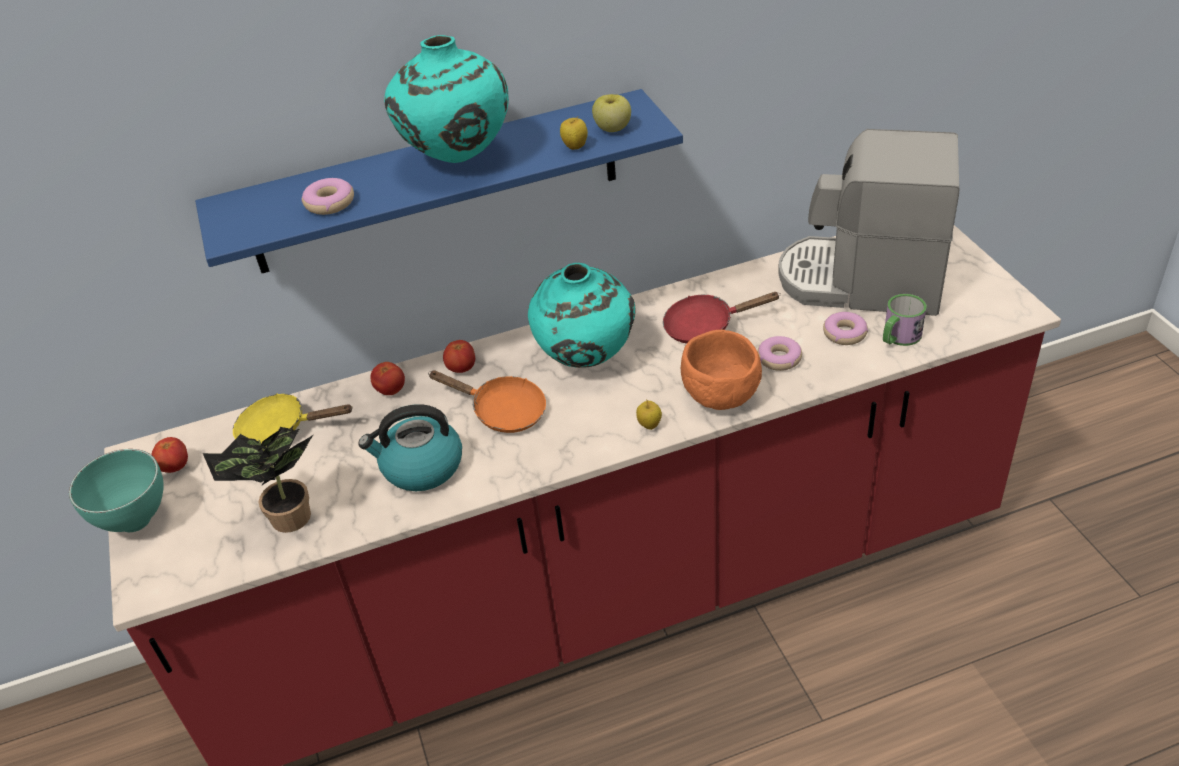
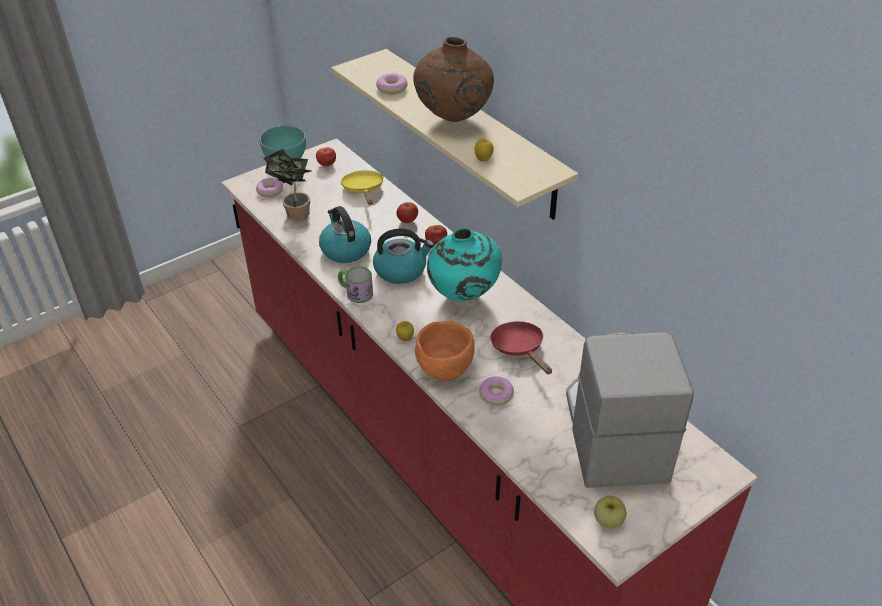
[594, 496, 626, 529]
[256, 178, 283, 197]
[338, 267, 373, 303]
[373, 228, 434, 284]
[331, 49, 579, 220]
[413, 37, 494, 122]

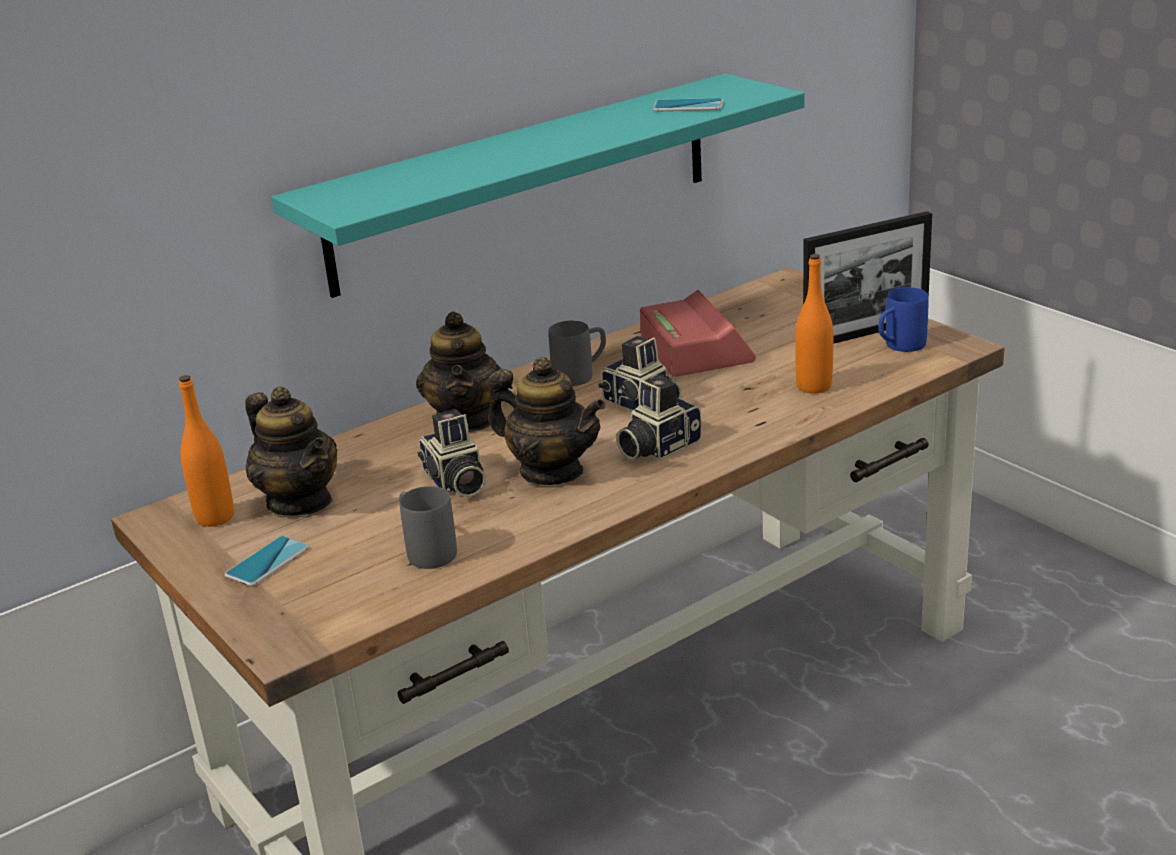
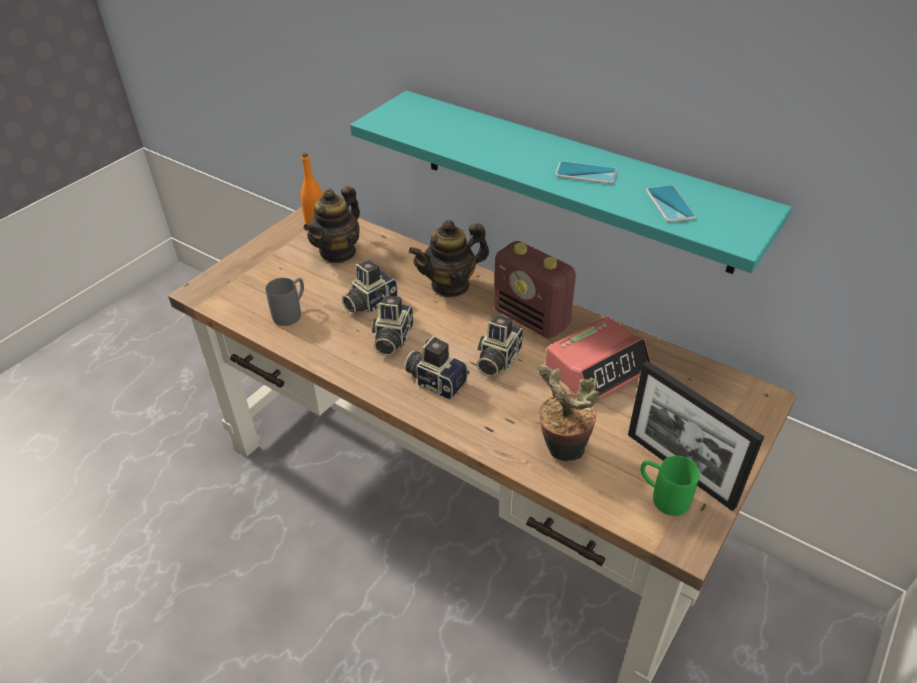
[555, 161, 617, 184]
[372, 295, 413, 356]
[494, 241, 576, 339]
[538, 364, 600, 461]
[640, 456, 700, 516]

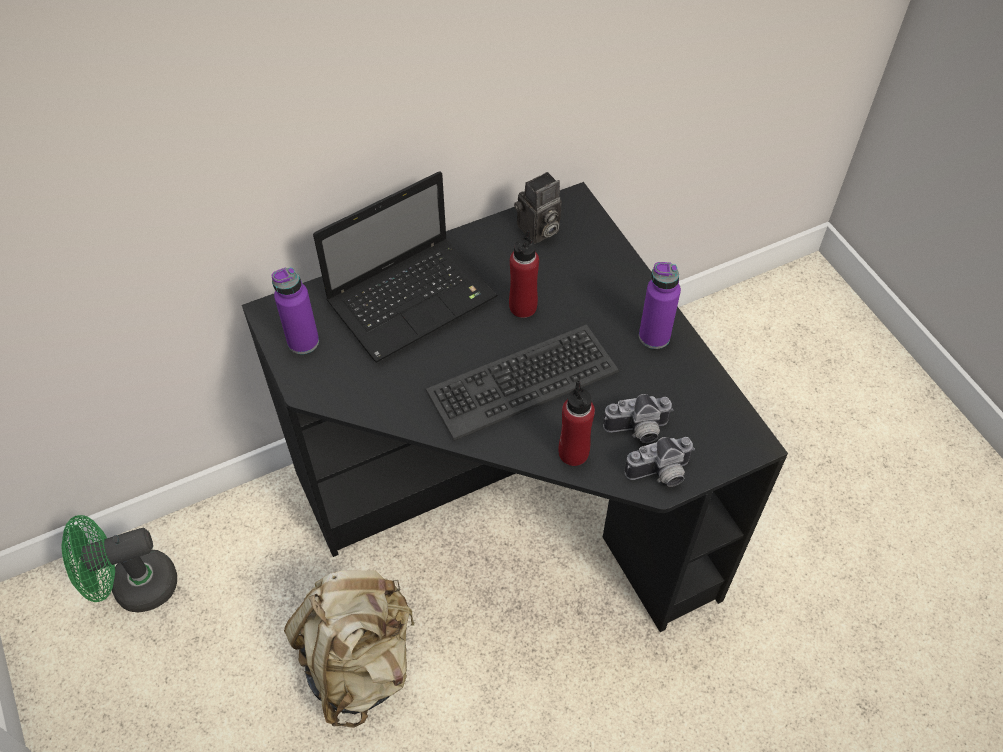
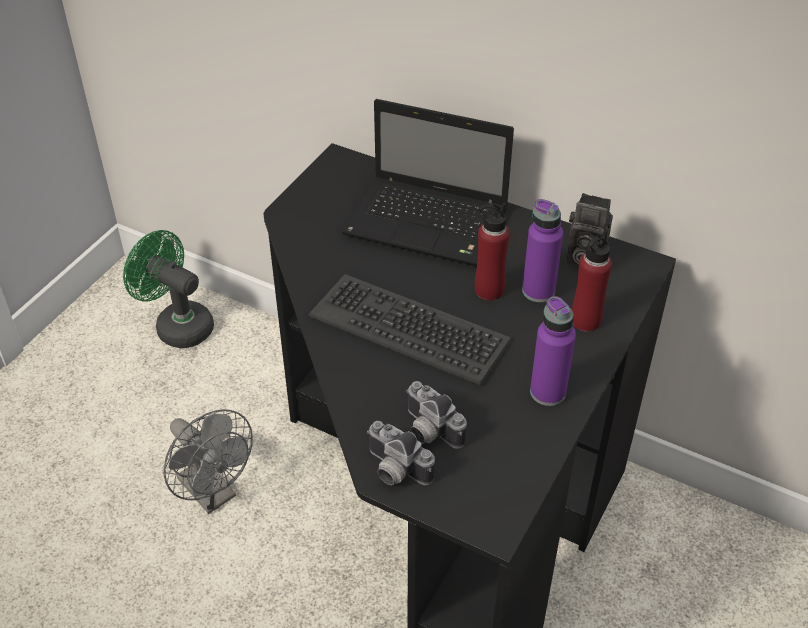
[522, 199, 563, 302]
[572, 230, 612, 332]
[164, 409, 253, 514]

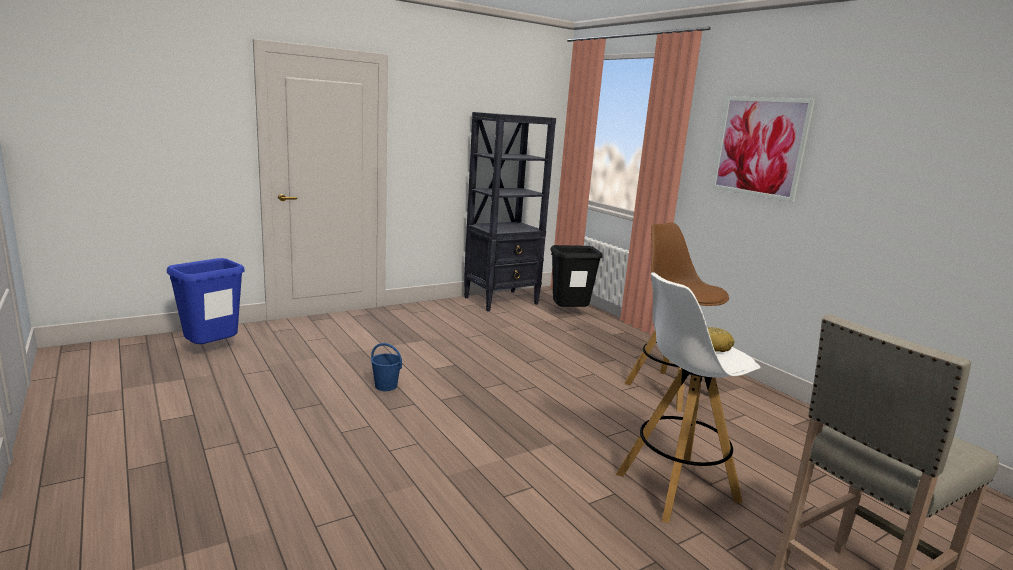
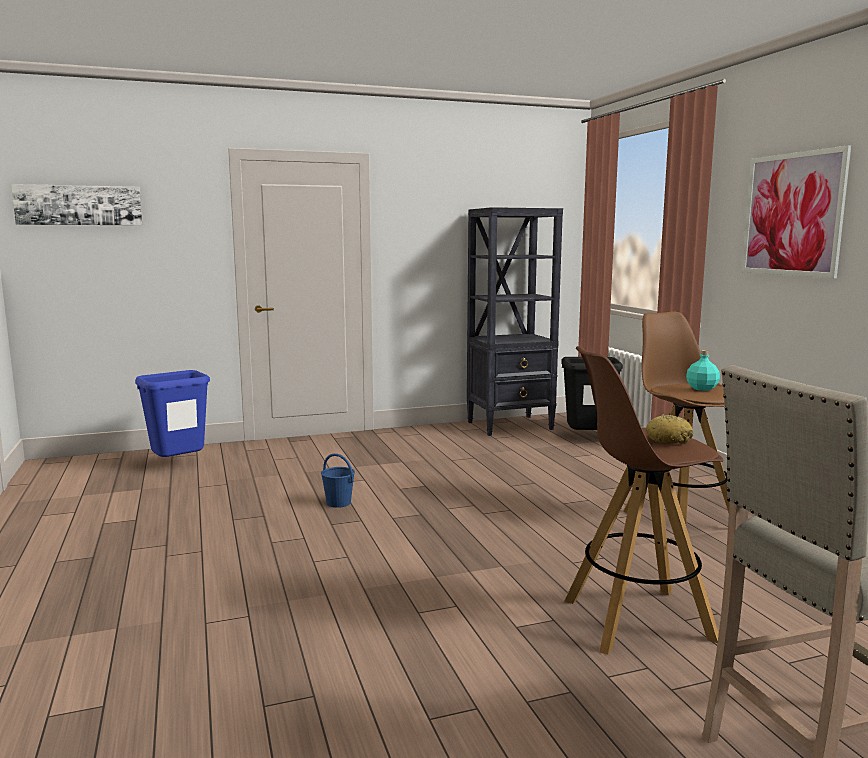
[11, 184, 142, 225]
[686, 350, 720, 391]
[564, 346, 723, 655]

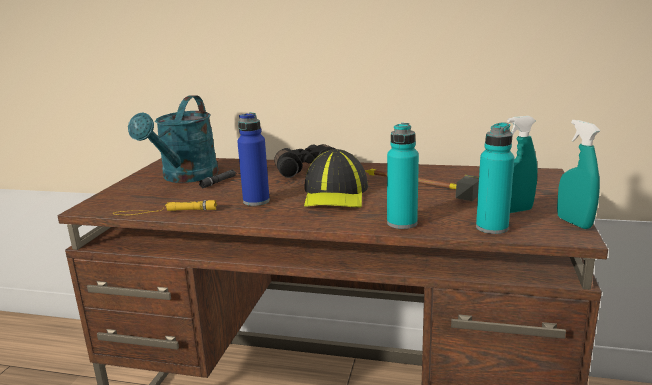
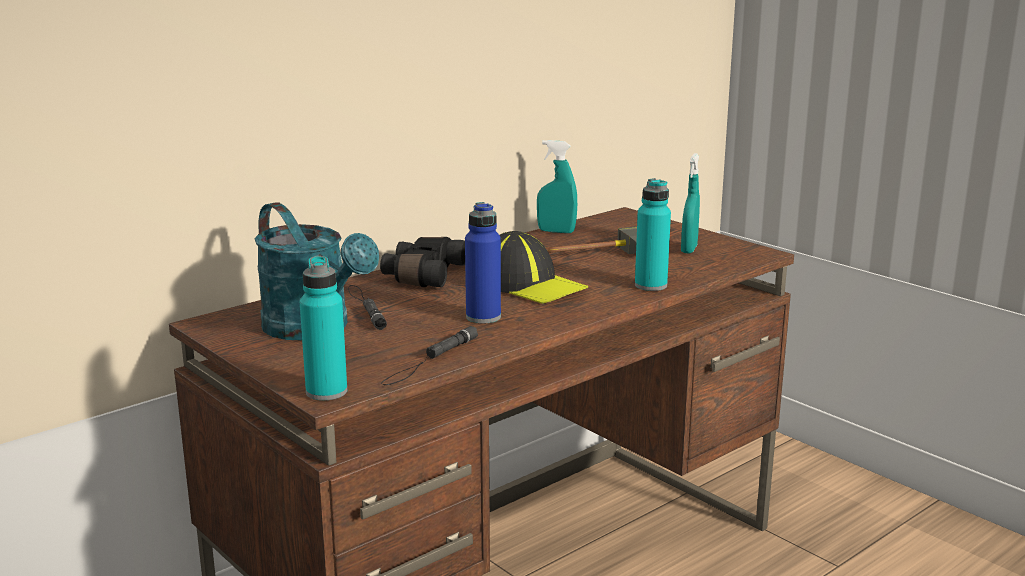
[300, 256, 347, 401]
[537, 140, 577, 233]
[381, 326, 478, 385]

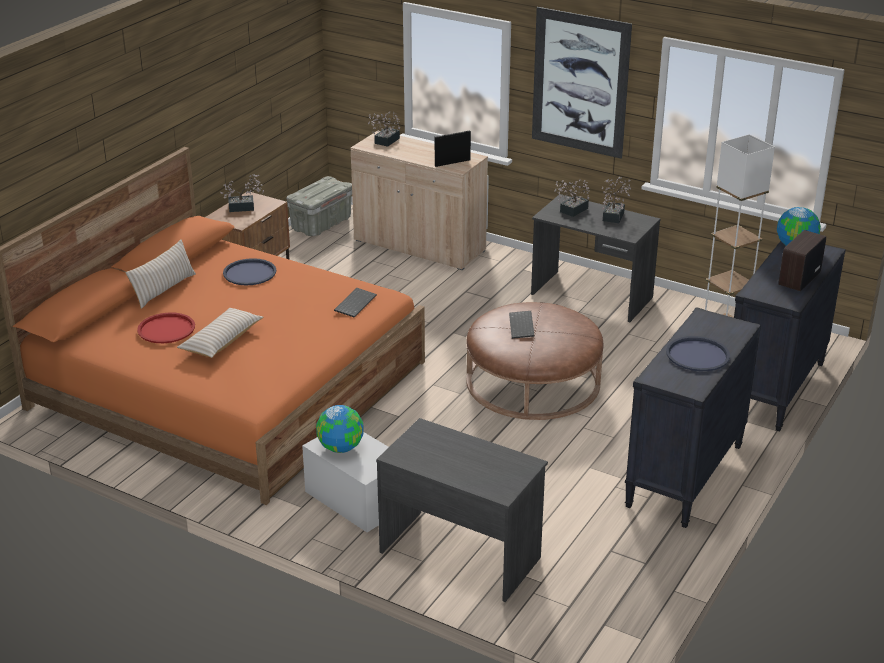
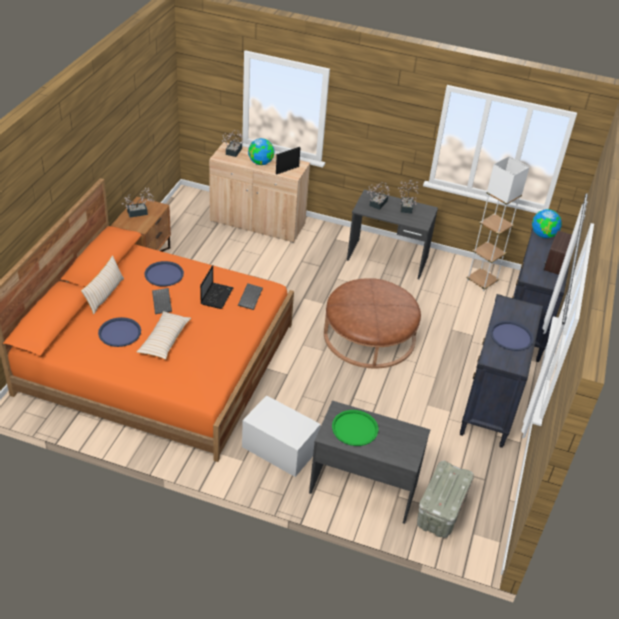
[532, 7, 632, 159] (first image)
[200, 265, 234, 309]
[332, 410, 378, 446]
[417, 461, 474, 538]
[248, 138, 274, 165]
[152, 288, 172, 314]
[98, 317, 141, 347]

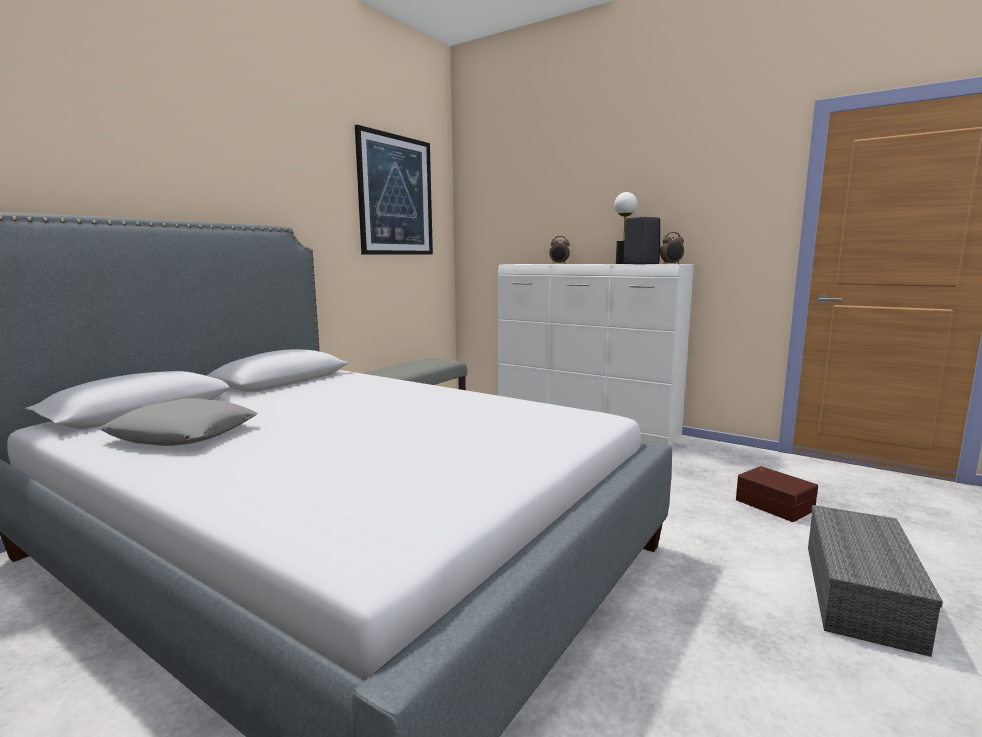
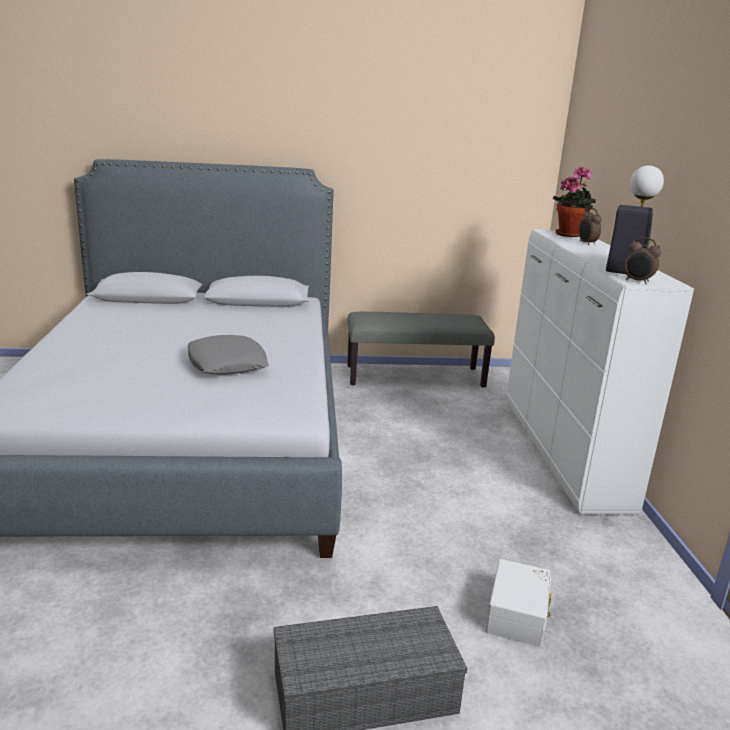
[355, 125, 433, 255] (first image)
[553, 167, 596, 237]
[188, 335, 268, 375]
[485, 559, 551, 647]

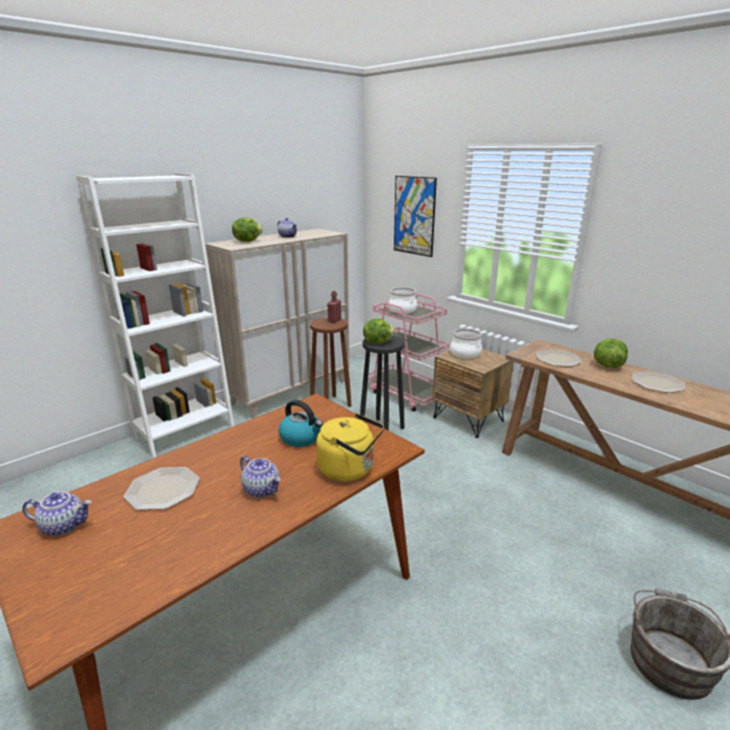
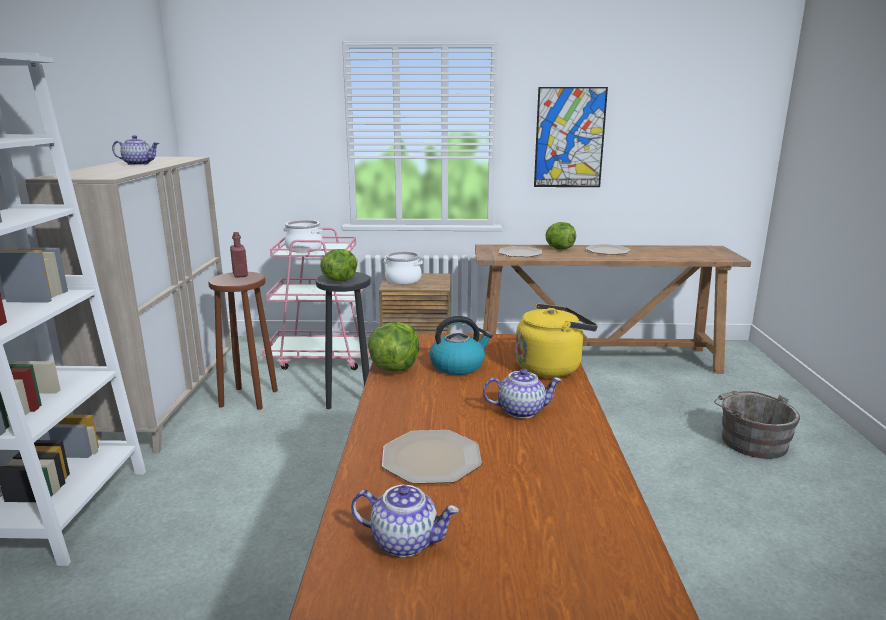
[368, 322, 419, 372]
[534, 87, 608, 187]
[351, 485, 459, 557]

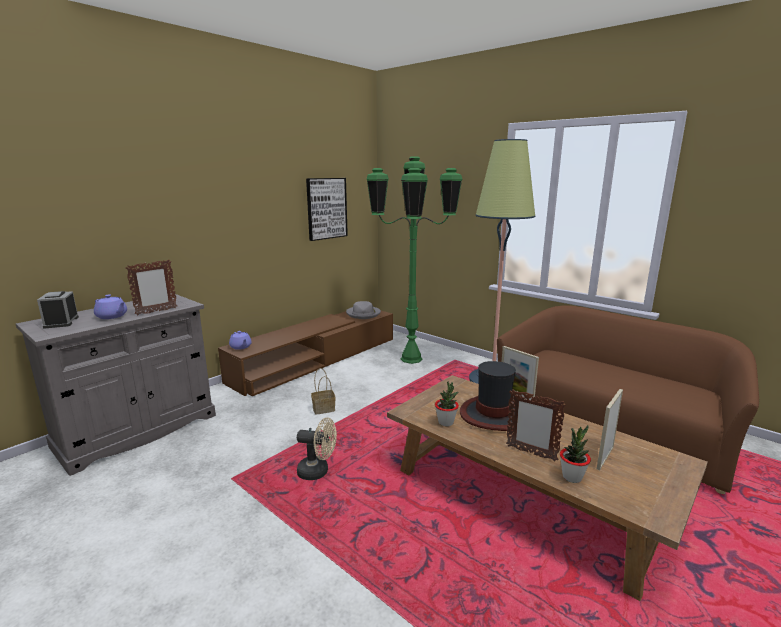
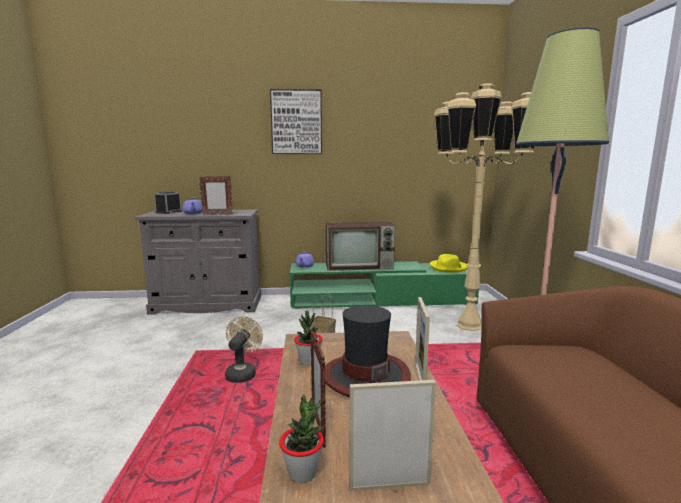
[326, 222, 395, 271]
[270, 89, 322, 154]
[290, 261, 479, 308]
[430, 254, 468, 273]
[434, 83, 535, 331]
[225, 316, 263, 383]

